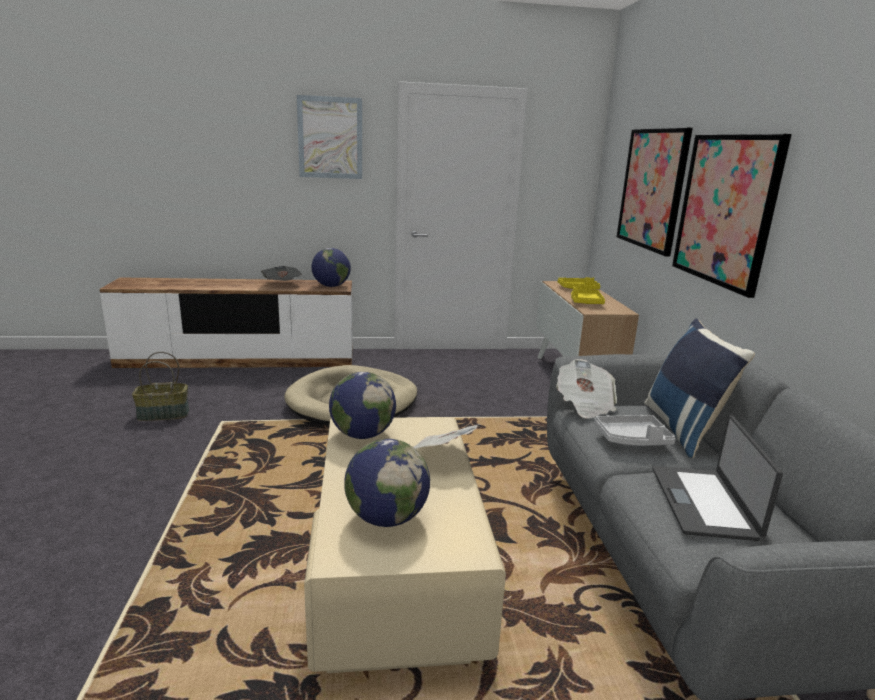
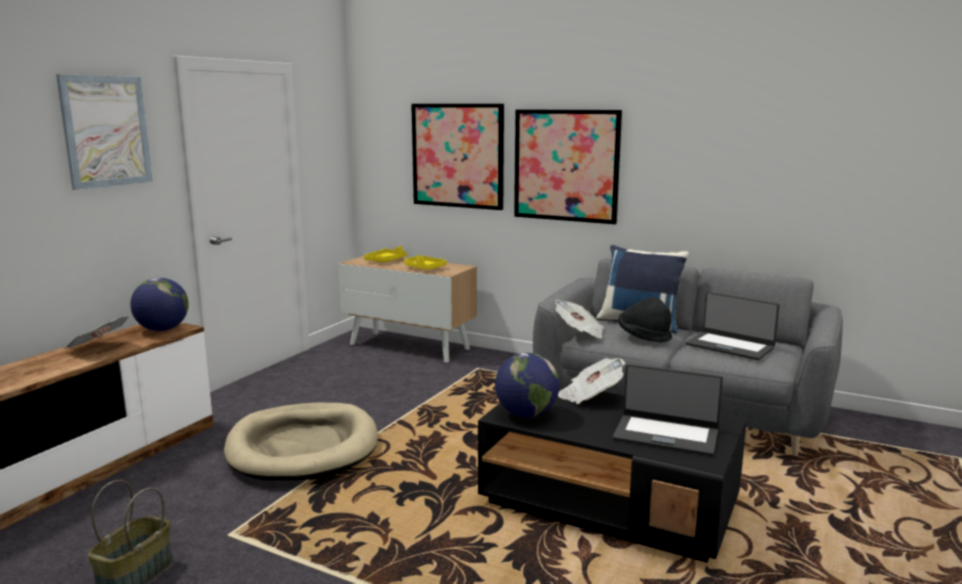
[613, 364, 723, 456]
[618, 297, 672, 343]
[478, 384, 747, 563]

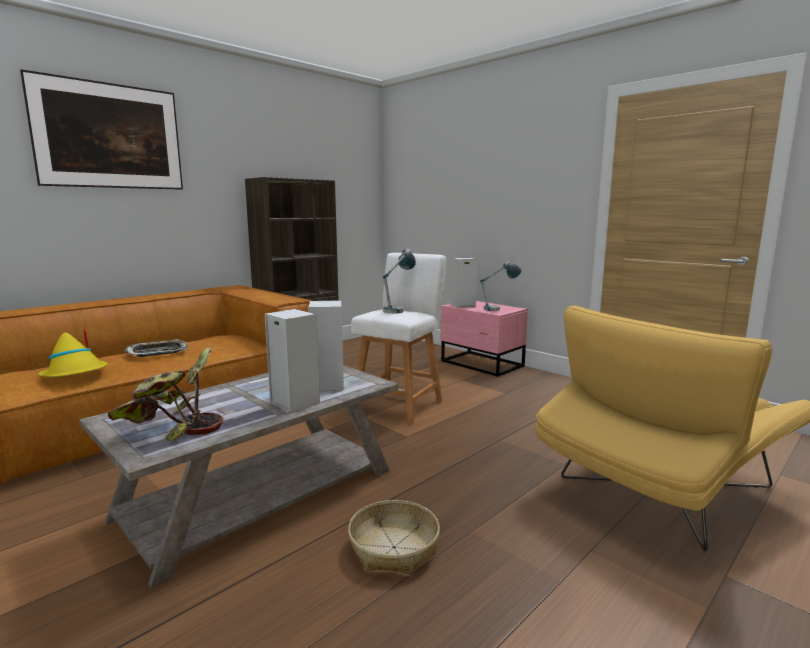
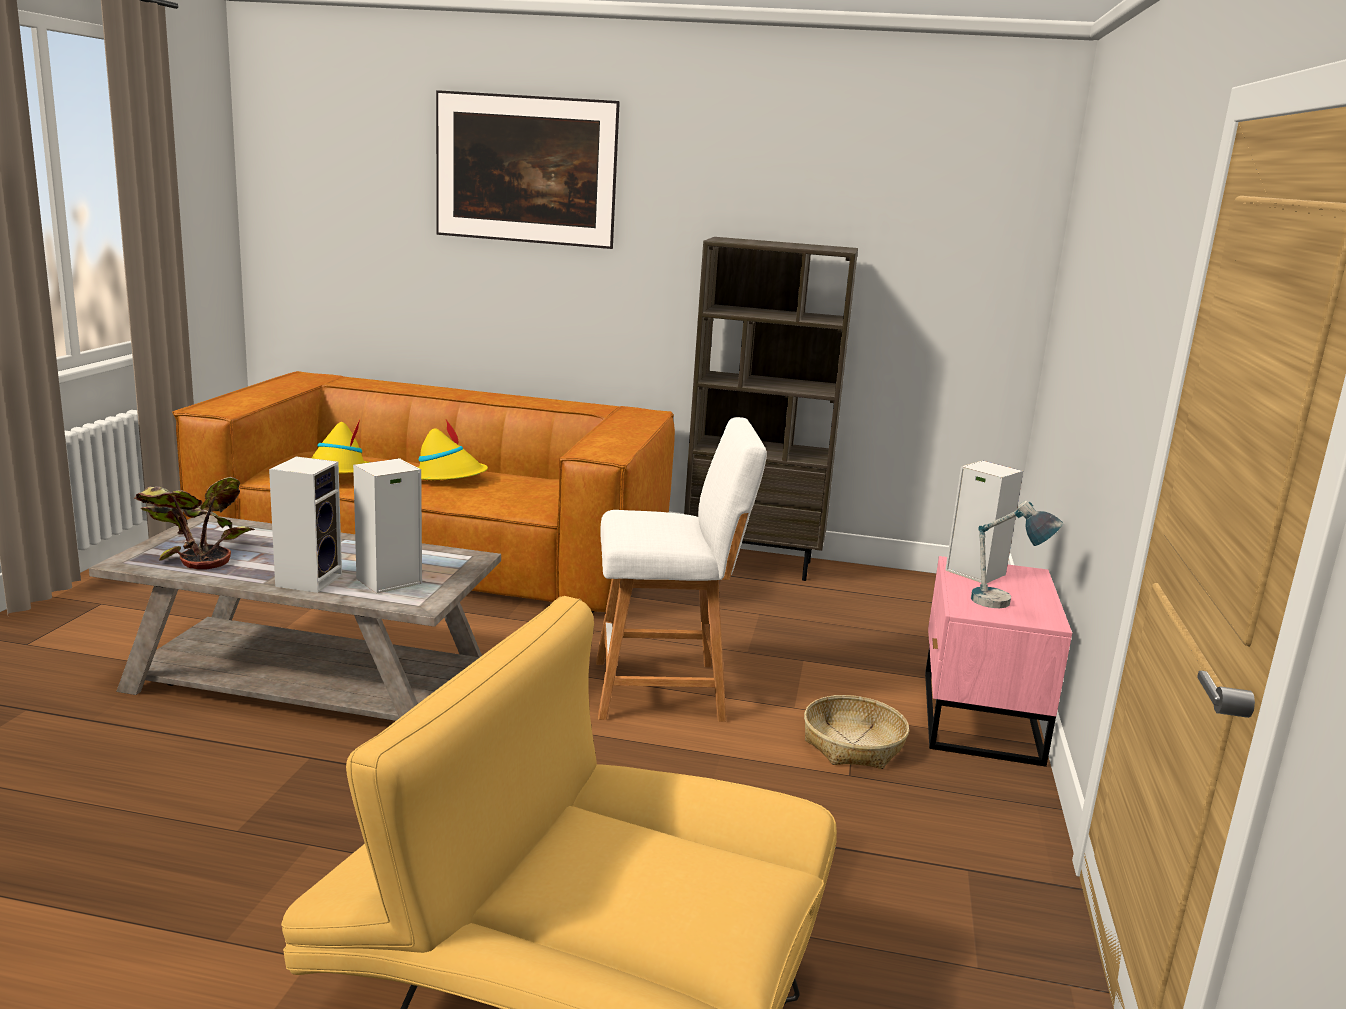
[383, 248, 416, 314] (first image)
[804, 695, 909, 769]
[418, 419, 488, 480]

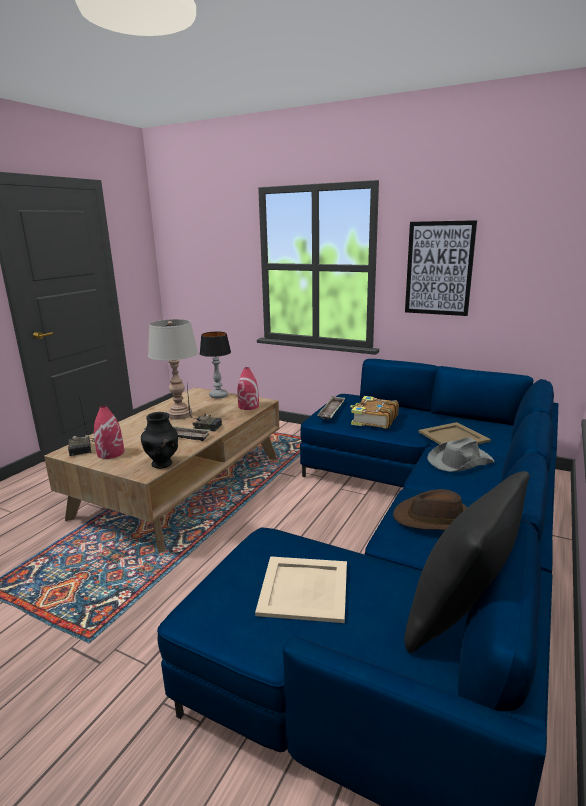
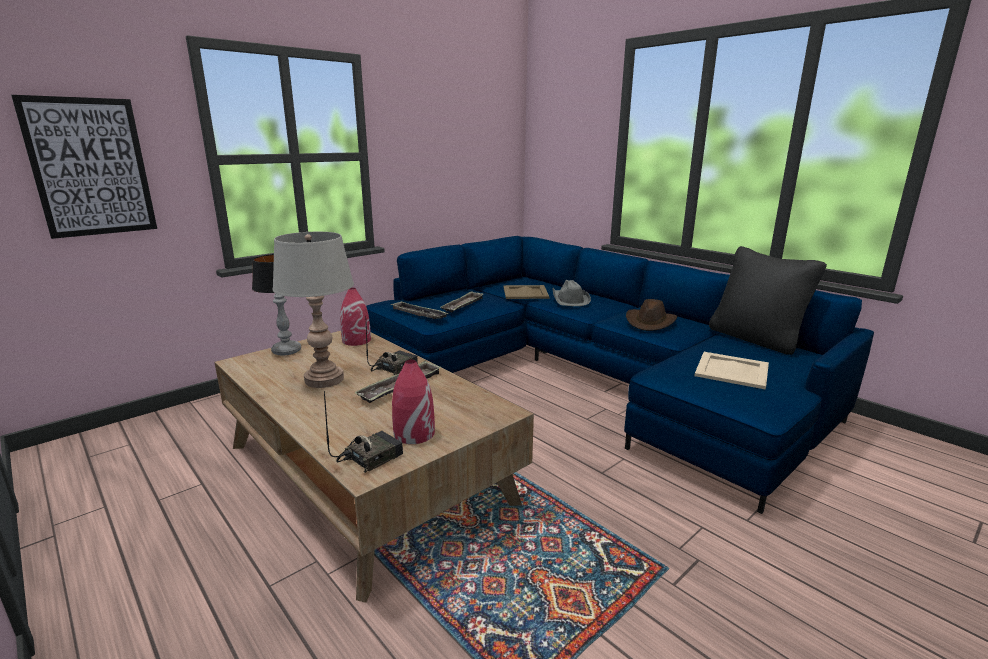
[141, 412, 178, 469] (first image)
[11, 95, 157, 239]
[441, 292, 483, 312]
[324, 391, 403, 473]

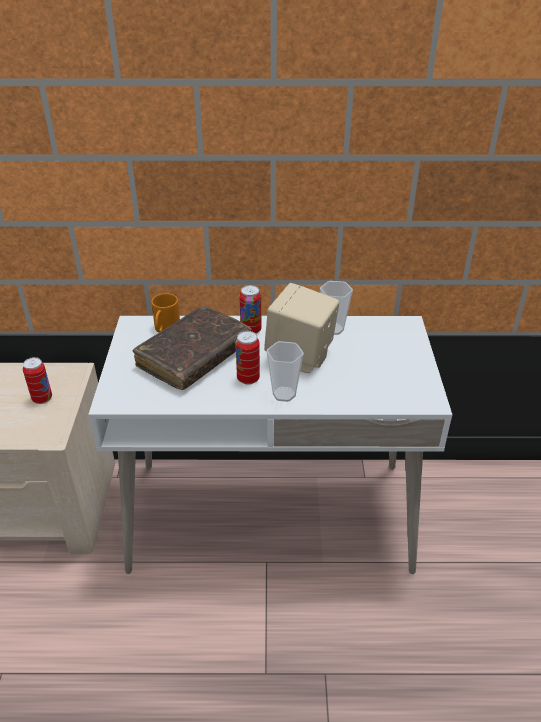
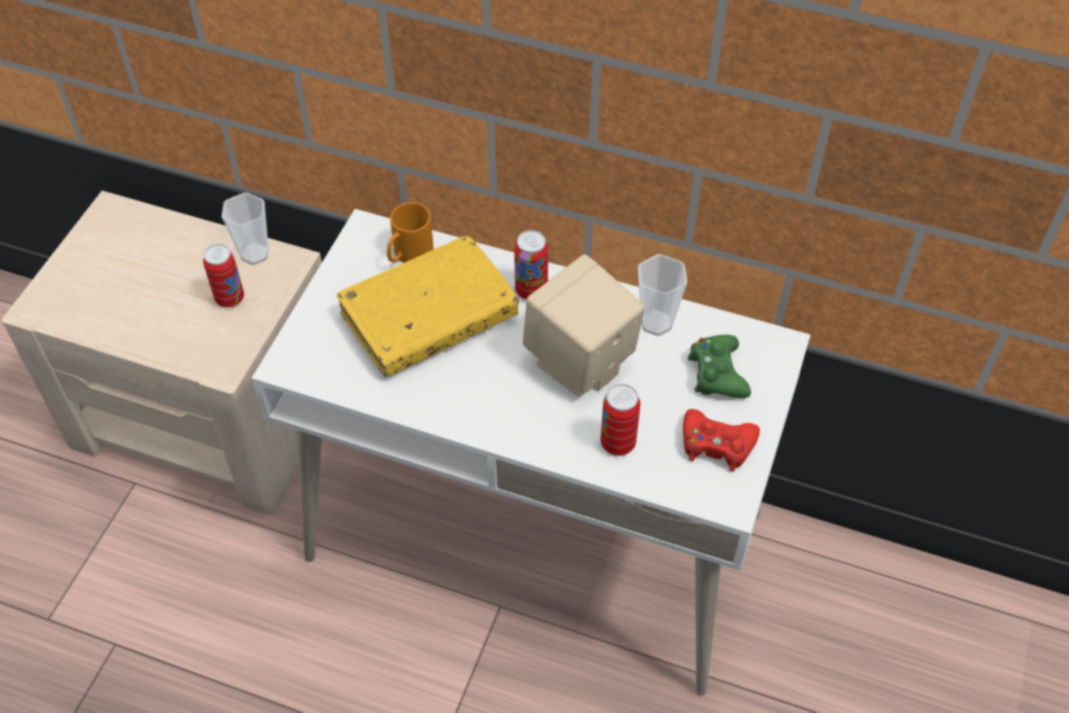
[683, 409, 760, 472]
[688, 335, 751, 398]
[600, 384, 640, 456]
[222, 193, 269, 265]
[336, 236, 519, 377]

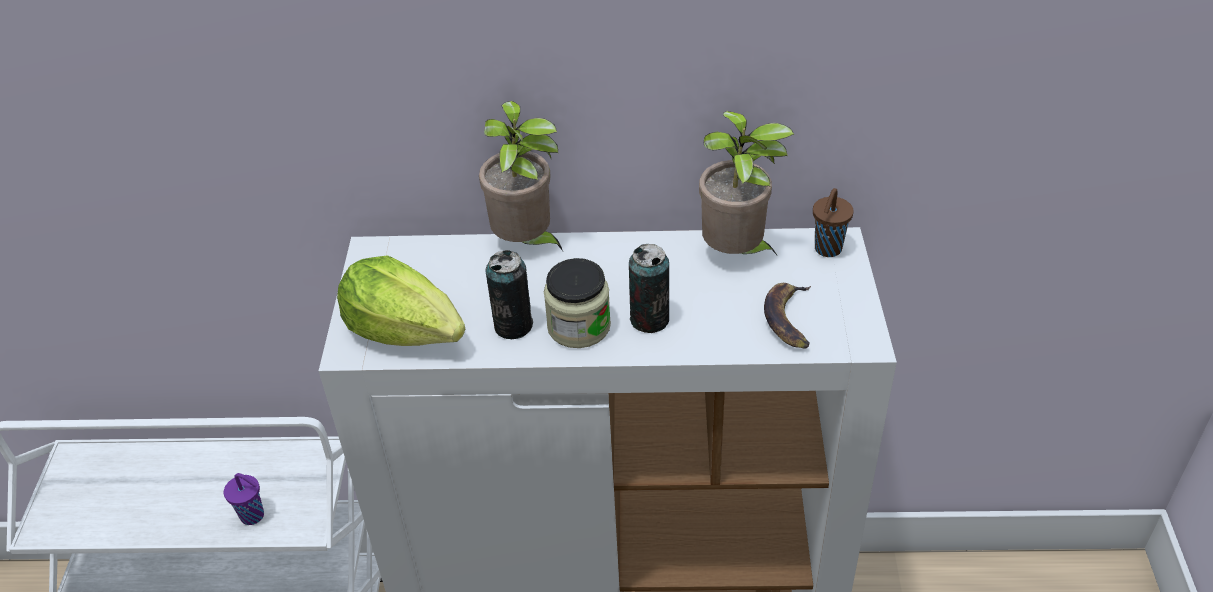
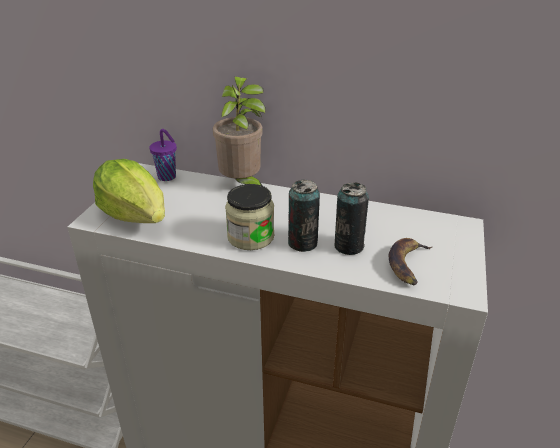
[699, 111, 794, 255] (first image)
[813, 188, 854, 257] (first image)
[149, 129, 177, 181]
[334, 182, 369, 255]

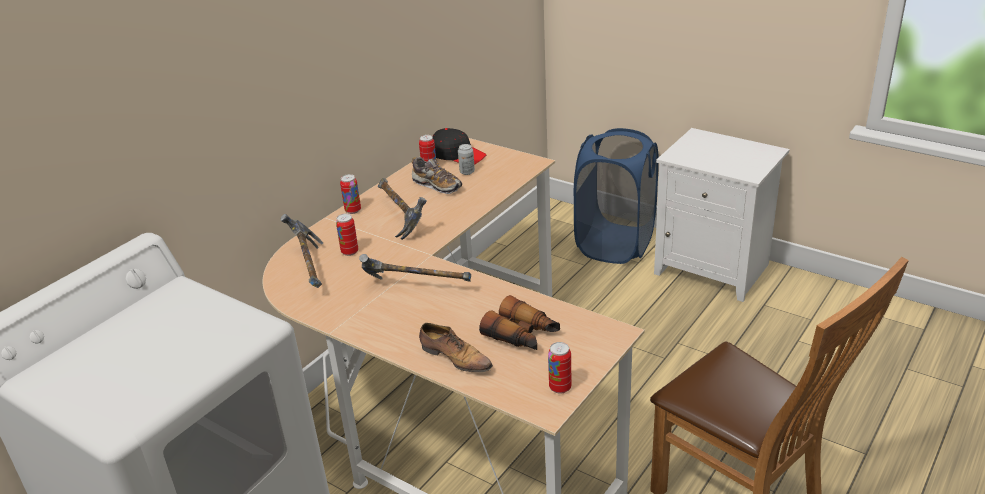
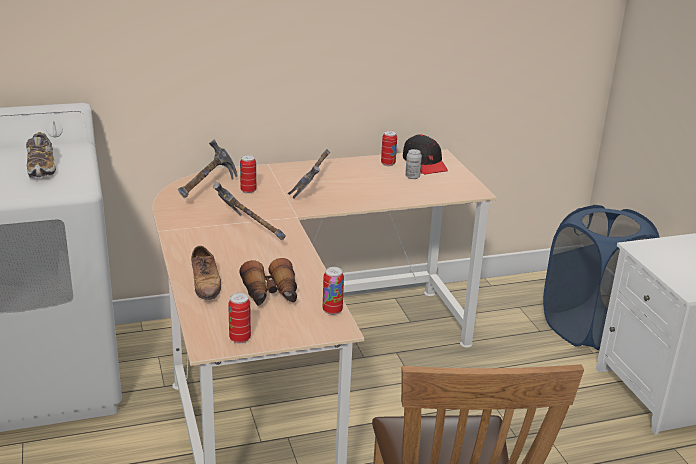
[323, 267, 344, 315]
[26, 132, 57, 179]

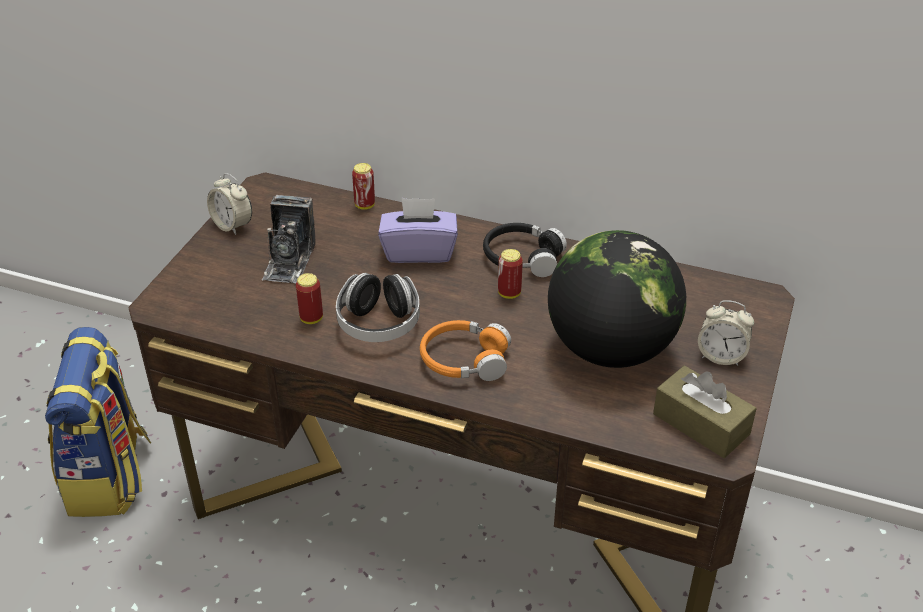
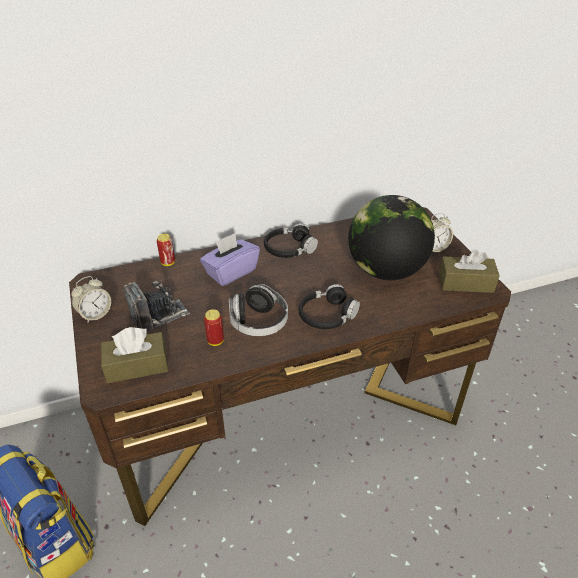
[498, 249, 523, 299] (first image)
[101, 327, 168, 383]
[299, 284, 360, 329]
[71, 276, 111, 323]
[123, 280, 190, 332]

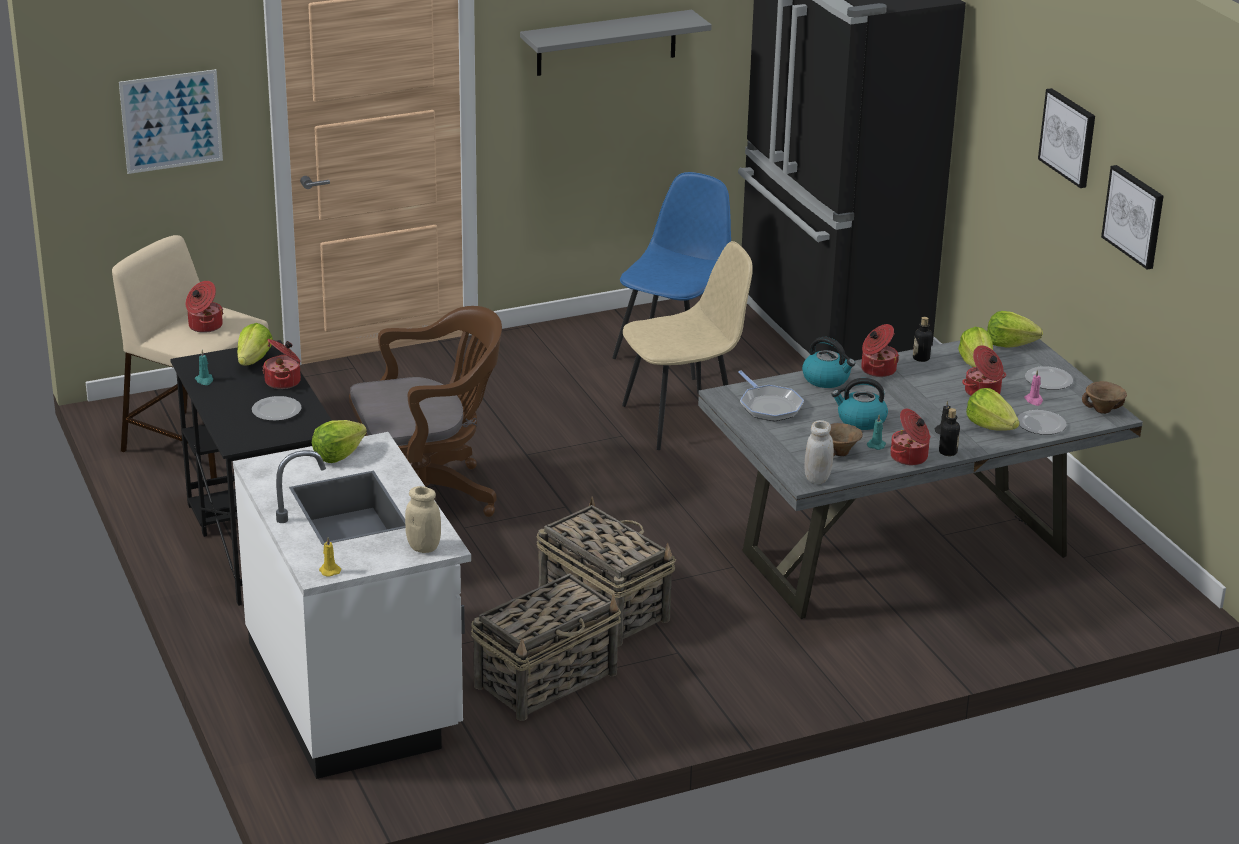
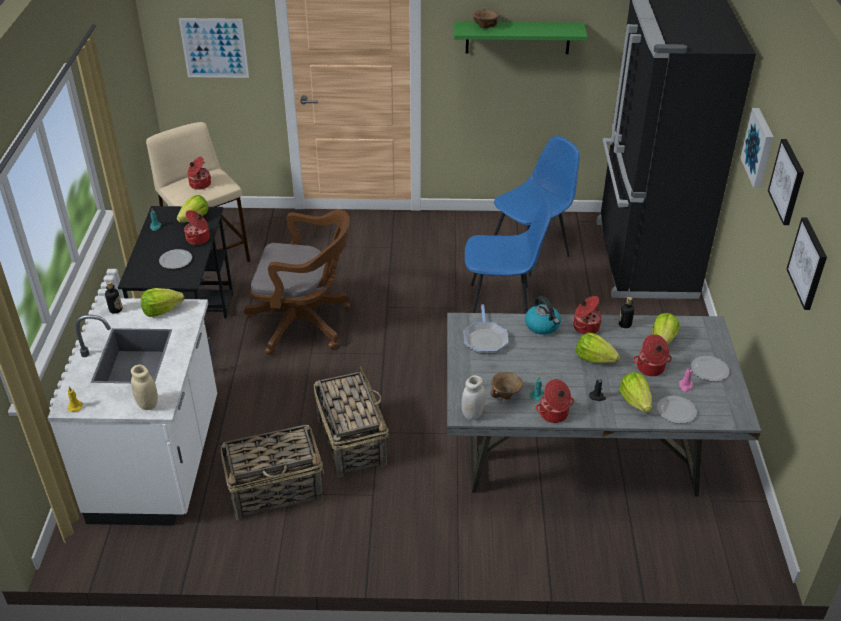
[832, 378, 888, 430] (first image)
[741, 108, 774, 188]
[105, 281, 122, 314]
[576, 332, 620, 363]
[473, 9, 498, 28]
[454, 21, 588, 54]
[465, 197, 551, 314]

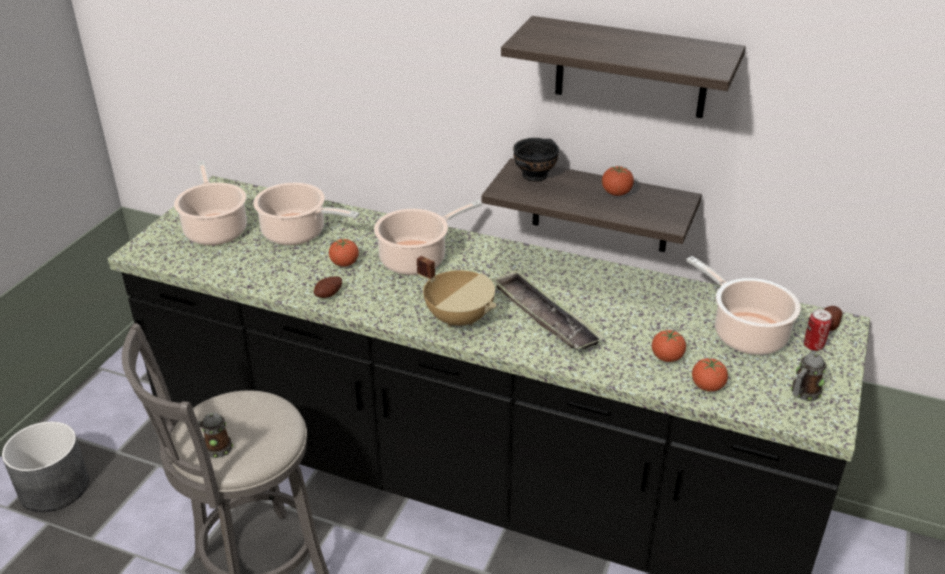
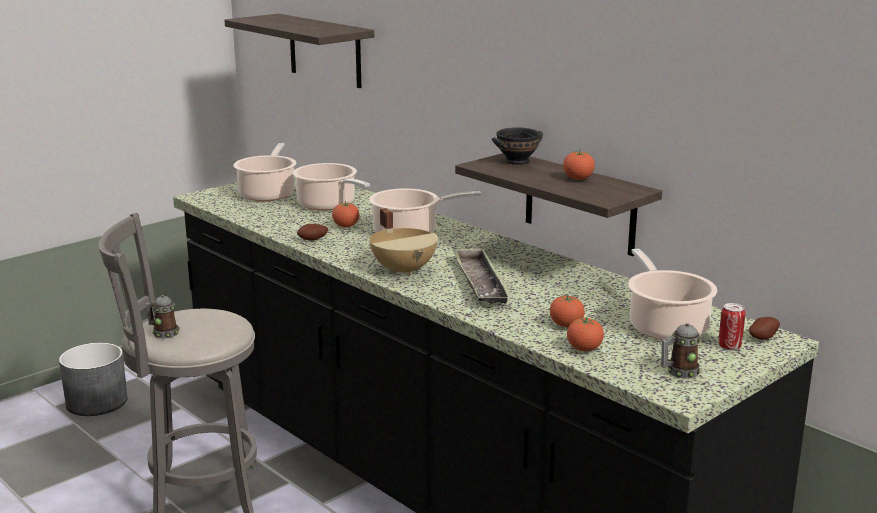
[224, 14, 374, 88]

